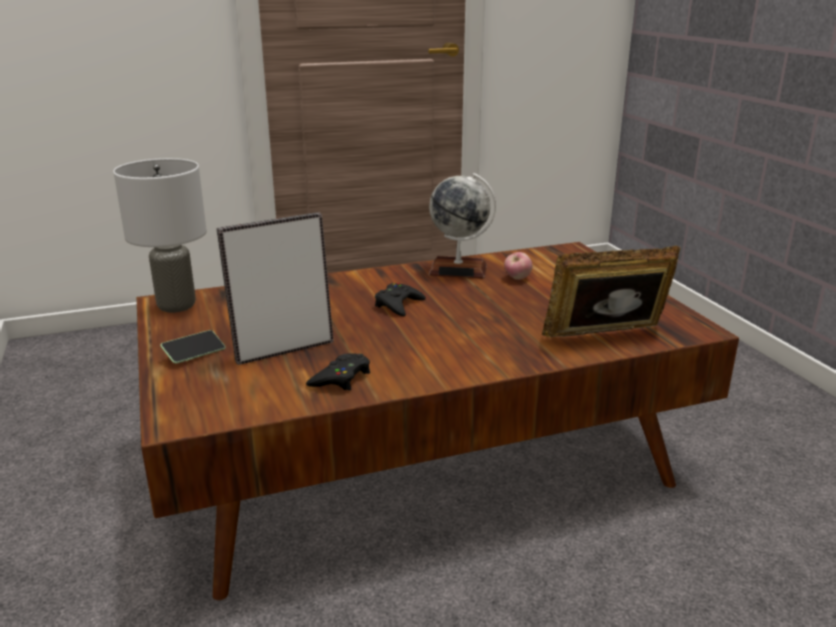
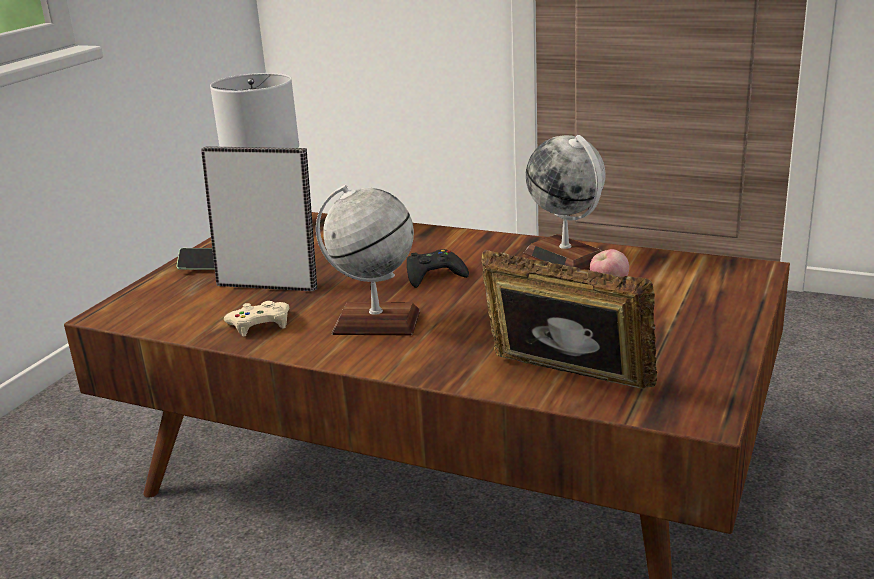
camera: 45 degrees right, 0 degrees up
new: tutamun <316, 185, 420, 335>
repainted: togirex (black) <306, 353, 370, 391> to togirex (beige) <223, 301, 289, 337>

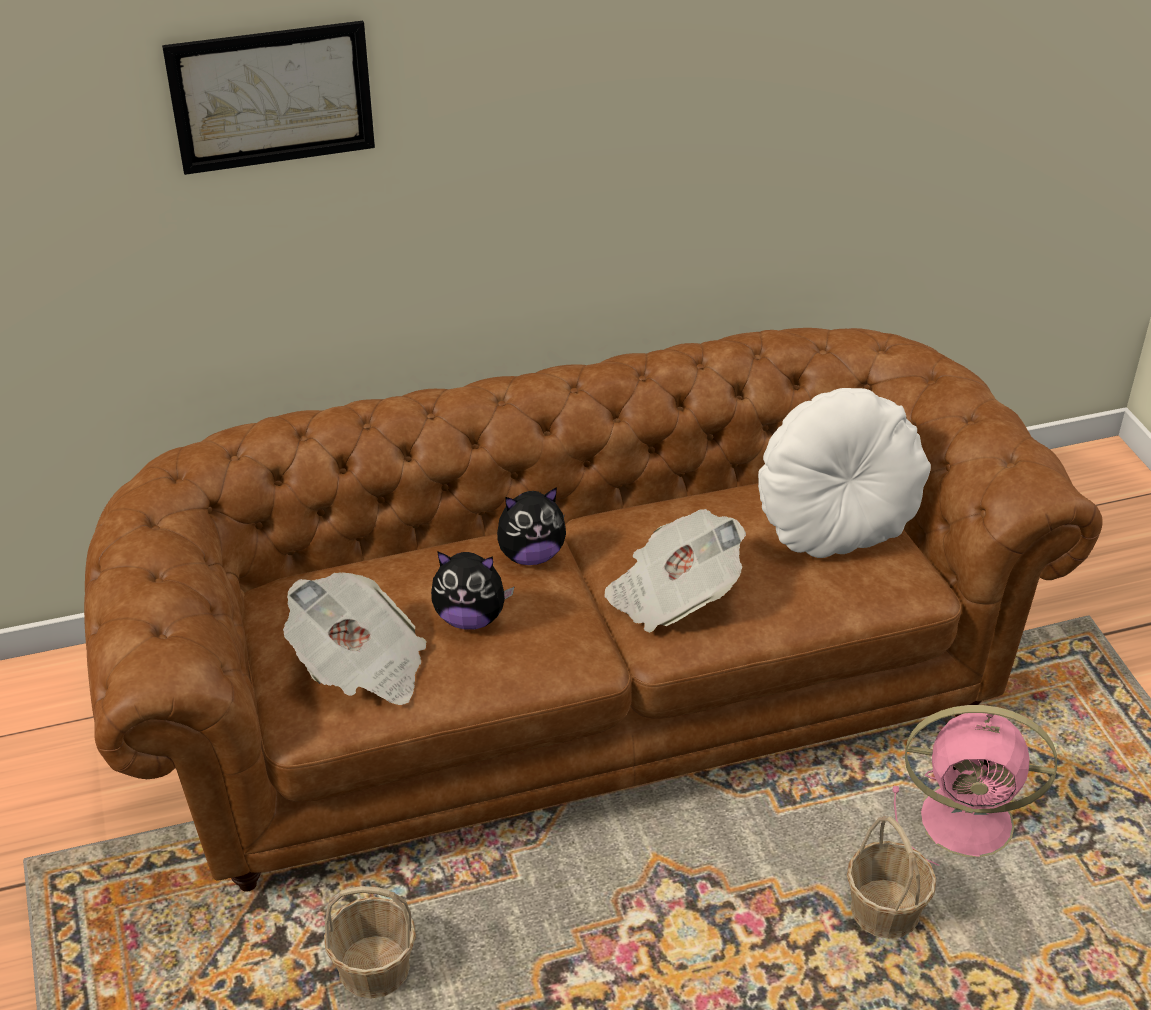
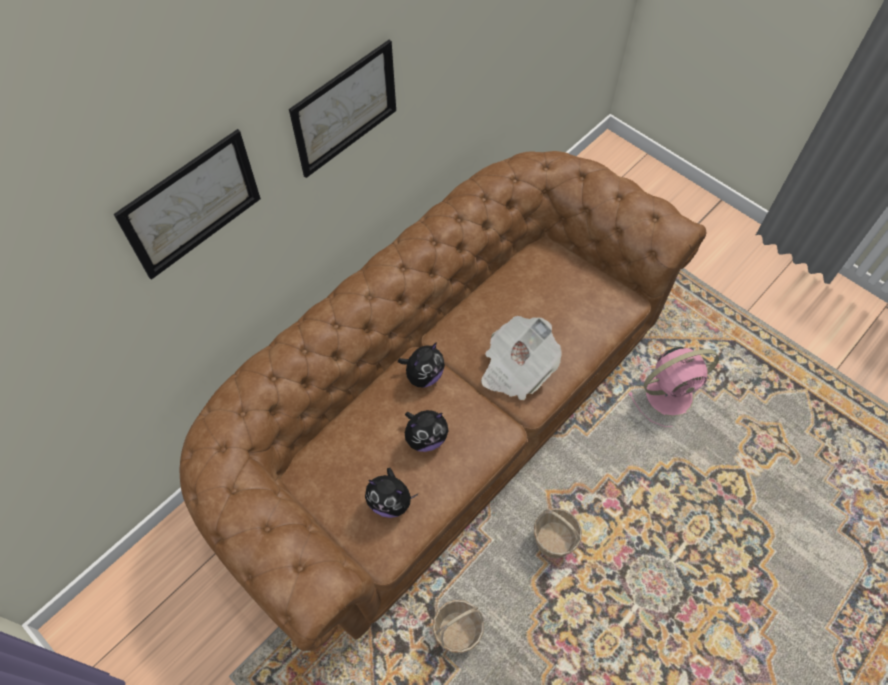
camera: 30 degrees left, 20 degrees up
gone: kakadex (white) <758, 388, 931, 558>
new: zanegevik <289, 40, 396, 178>
shifted: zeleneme <847, 816, 936, 939> to <534, 508, 582, 559>
swapped: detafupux <283, 573, 427, 705> to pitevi <365, 468, 418, 518>

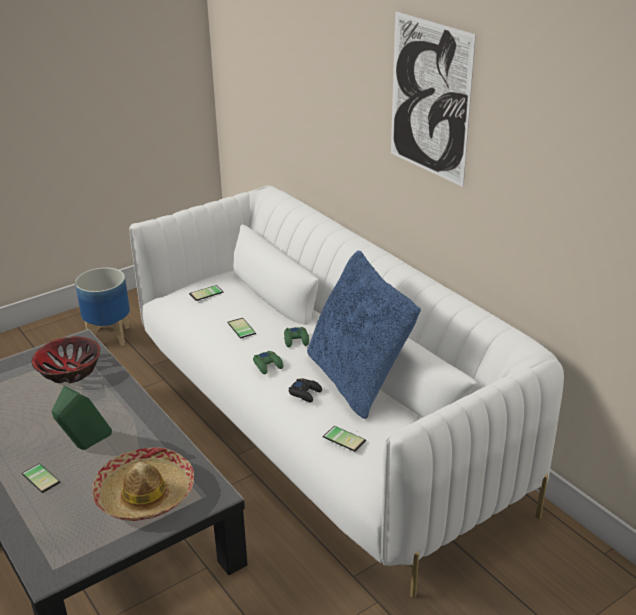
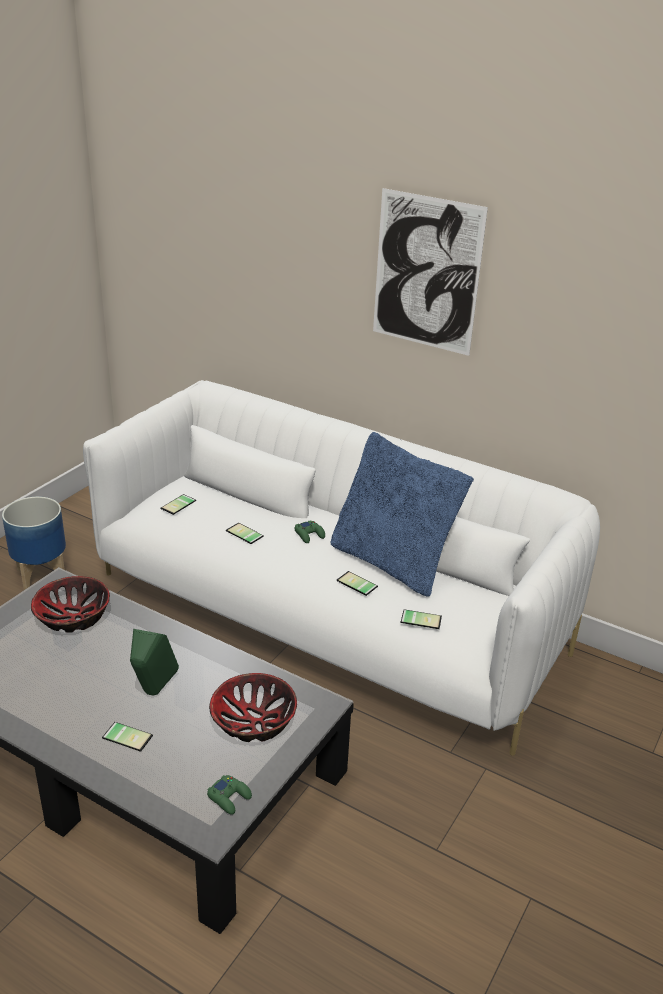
camera: 25 degrees left, 0 degrees up
shifted: togirex (green) <253, 351, 283, 374> to <207, 775, 252, 815>
swapped: togirex (black) <288, 378, 322, 402> to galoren <337, 571, 378, 596>; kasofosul <92, 447, 194, 521> to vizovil <209, 673, 297, 742>

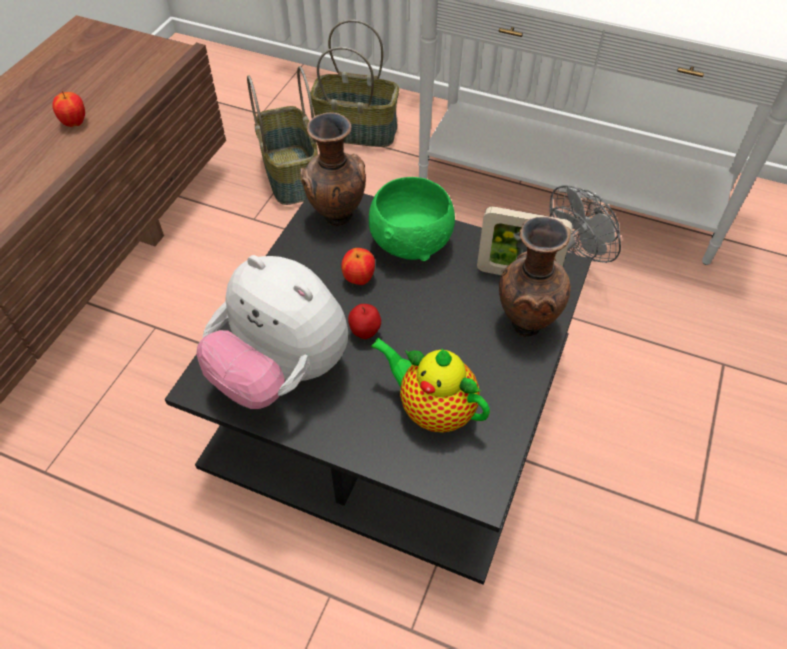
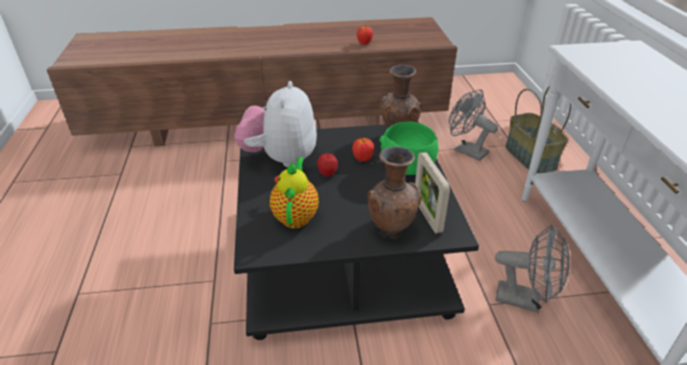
camera: 60 degrees right, 15 degrees down
swapped: zeleneme <247, 66, 318, 205> to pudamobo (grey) <449, 89, 498, 161>

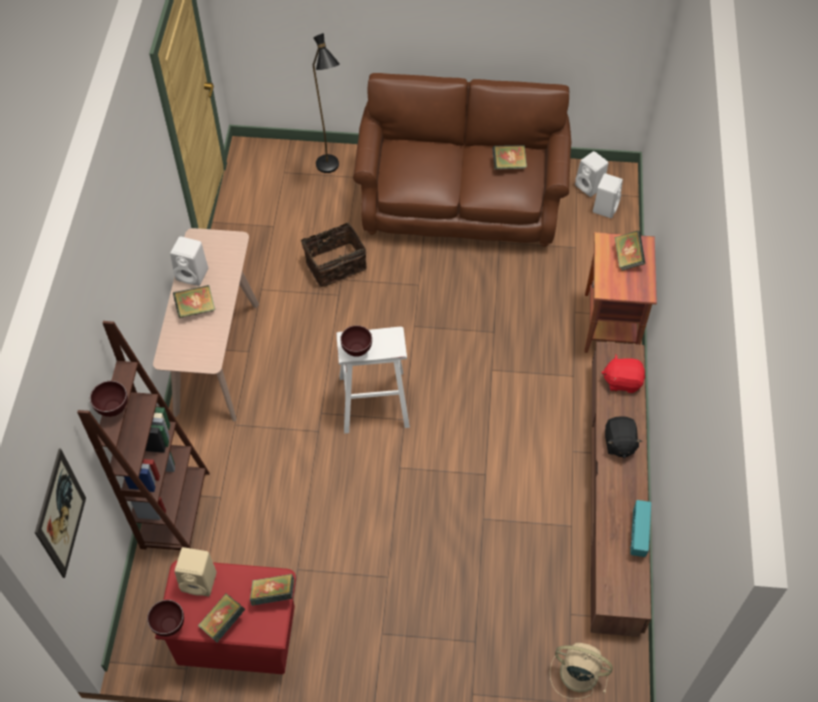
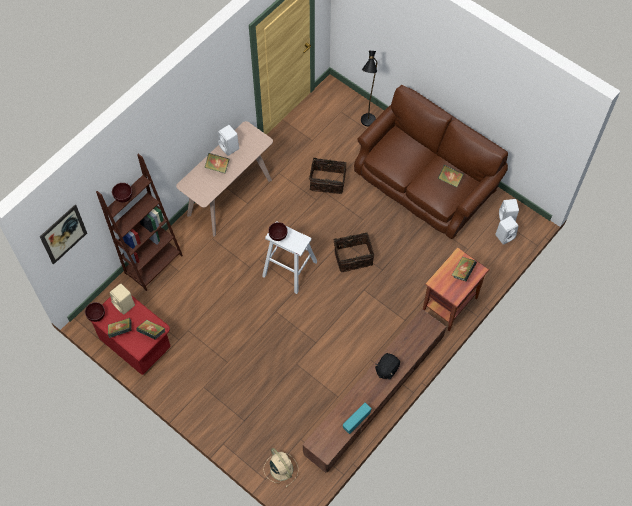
camera: 35 degrees right, 5 degrees up
gone: pitevi (red) <601, 354, 645, 393>
new: zeleneme <333, 232, 374, 272>

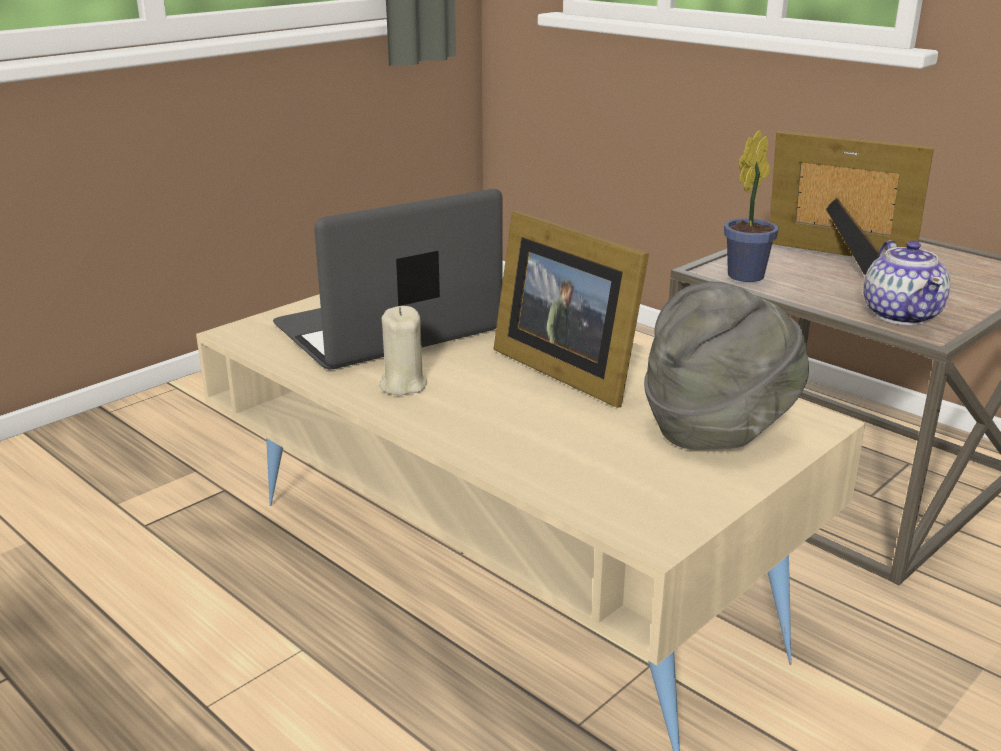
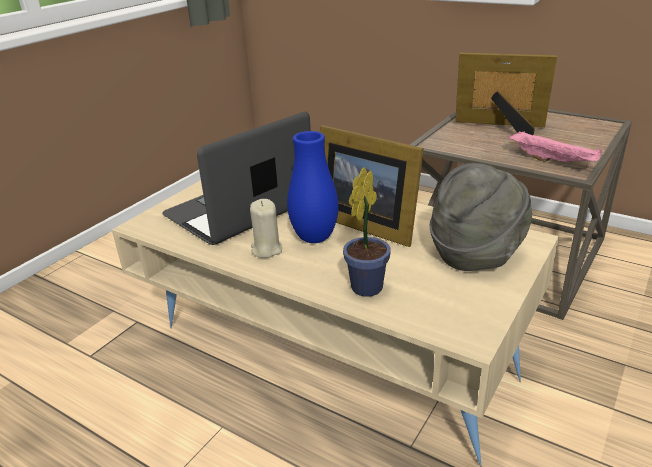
camera: 10 degrees left, 5 degrees up
new: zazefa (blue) <287, 131, 339, 243>
shifted: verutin <724, 130, 779, 282> to <343, 167, 391, 297>
swapped: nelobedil <863, 240, 950, 325> to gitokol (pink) <509, 131, 602, 162>

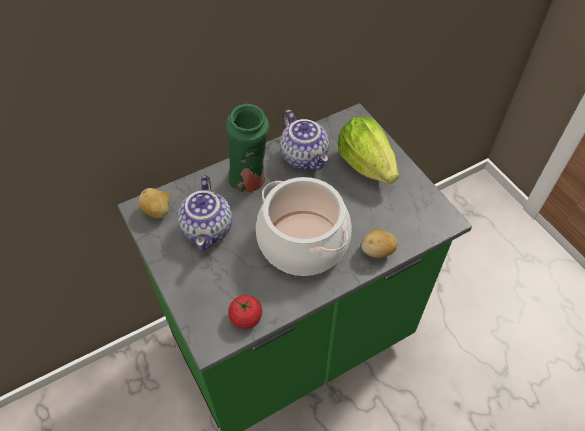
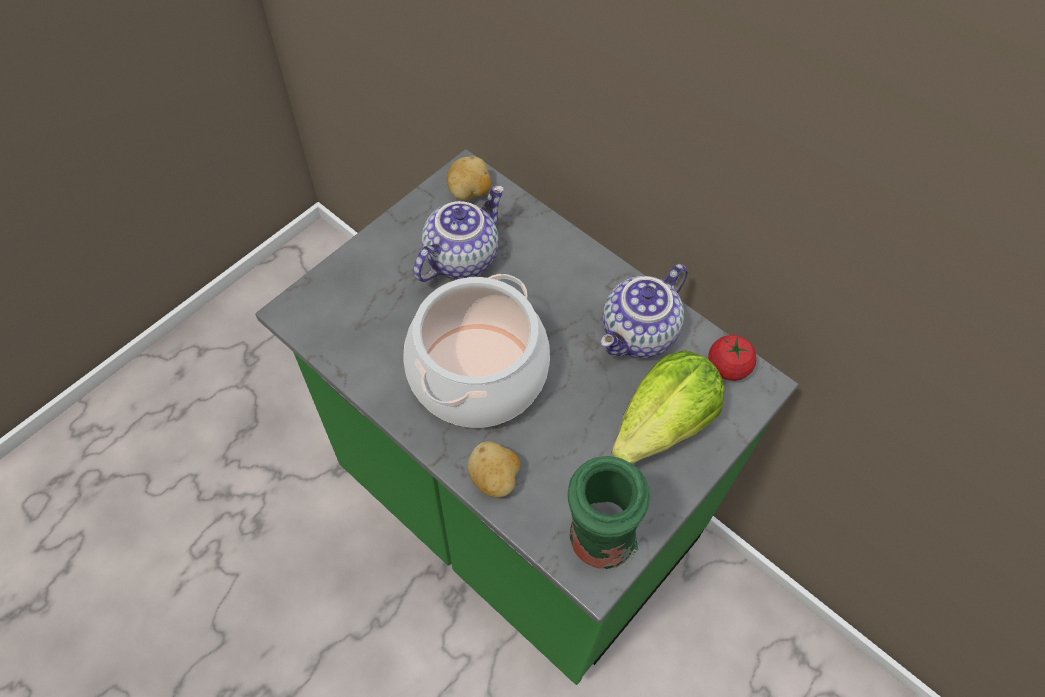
camera: 70 degrees right, 5 degrees up
shifted: zazefa (green) <226, 104, 269, 192> to <568, 456, 651, 569>; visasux <228, 295, 262, 329> to <709, 335, 756, 381>
rotated: nelobedil <178, 175, 232, 250> = <413, 185, 504, 282> 150 degrees clockwise

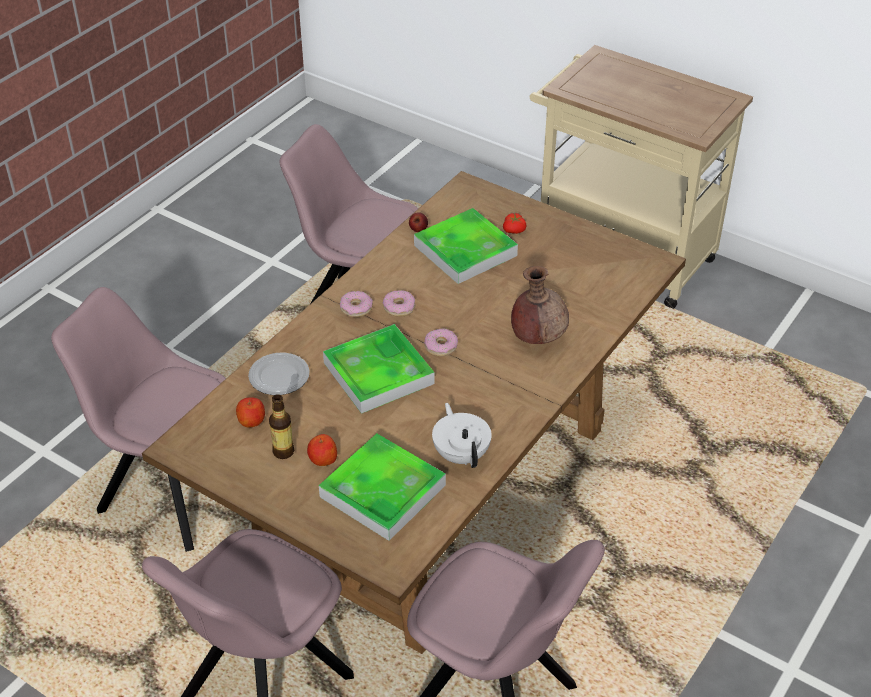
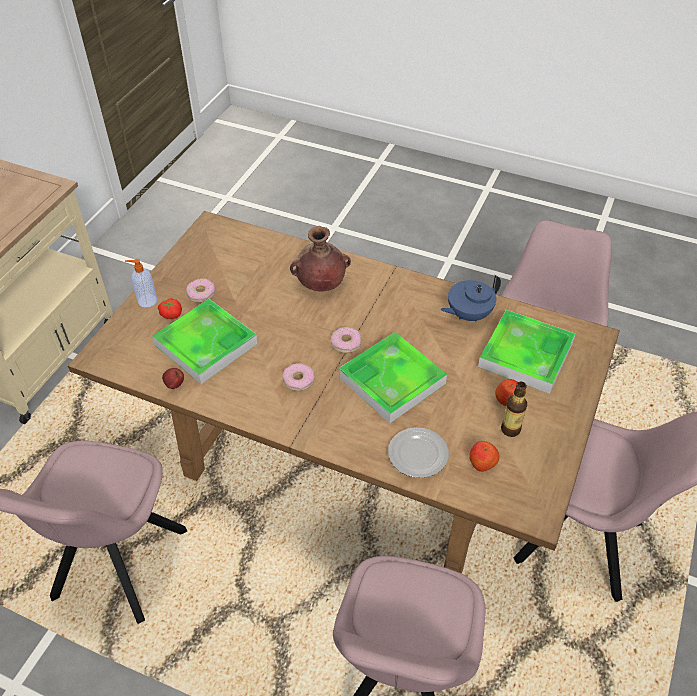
camera: 100 degrees left, 5 degrees up
new: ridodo <125, 259, 157, 307>
shifted: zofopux <340, 291, 373, 317> to <186, 278, 215, 303>
repainted: nelobedil (white) <432, 403, 492, 468> to nelobedil (blue) <441, 275, 501, 321>

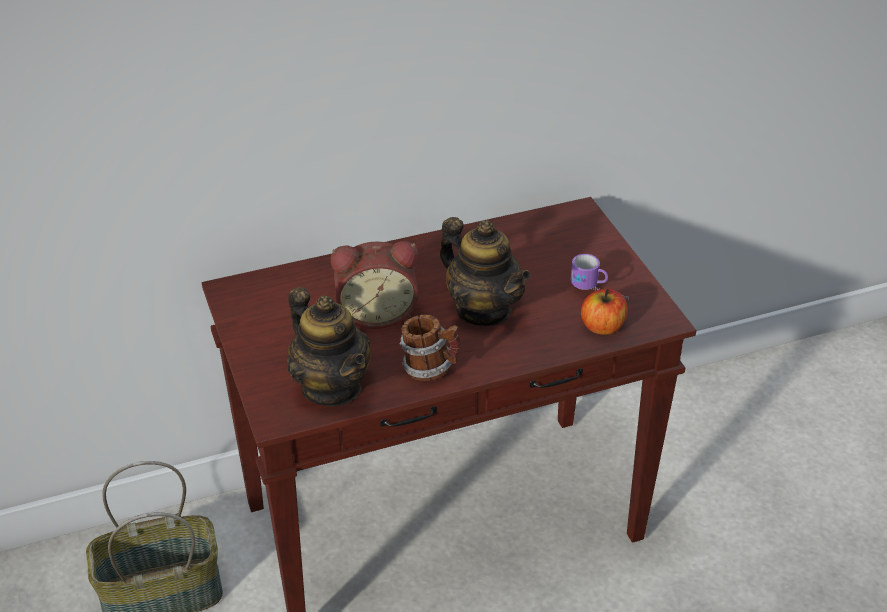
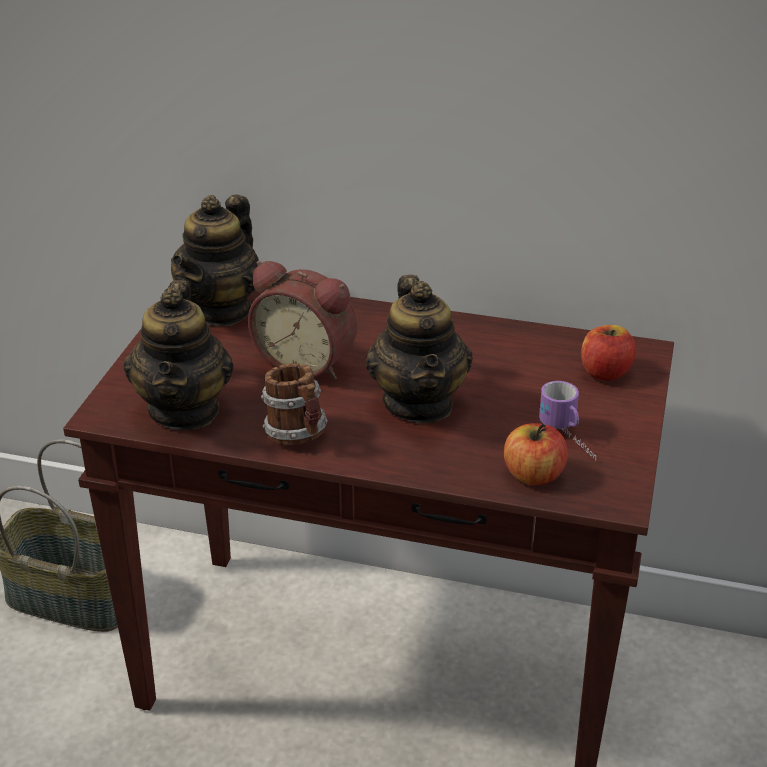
camera: 35 degrees right, 5 degrees down
new: nelobedil <171, 194, 259, 326>; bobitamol <581, 325, 636, 381>

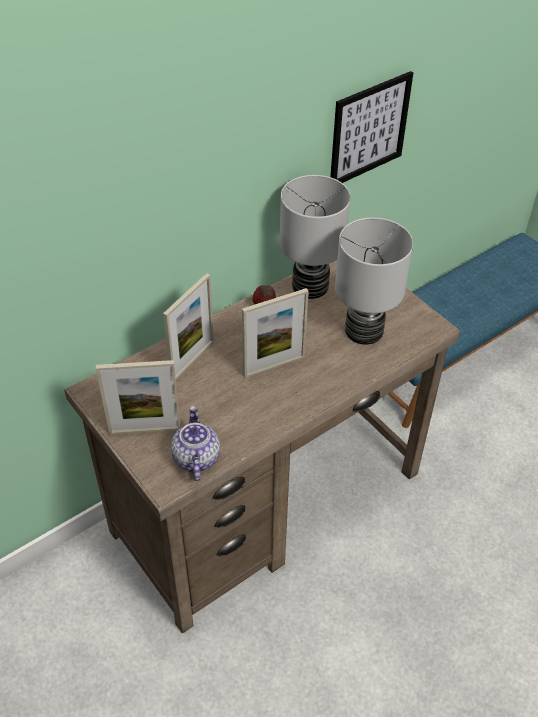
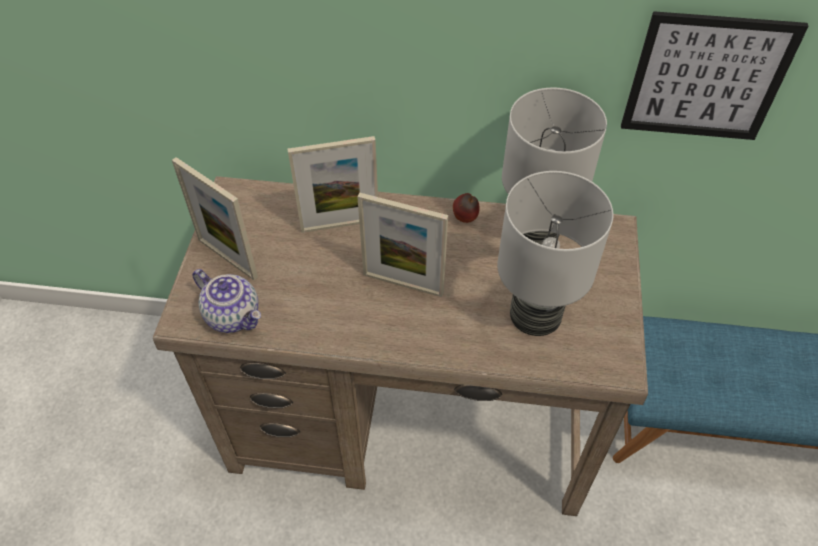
camera: 45 degrees right, 5 degrees up
rotated: nelobedil <171, 406, 220, 481> = <192, 269, 261, 333> 90 degrees clockwise

